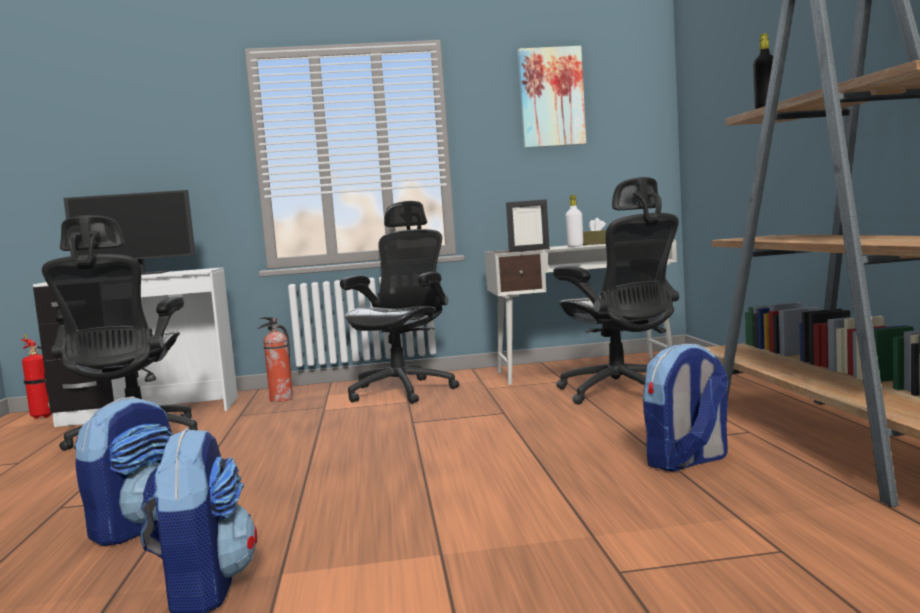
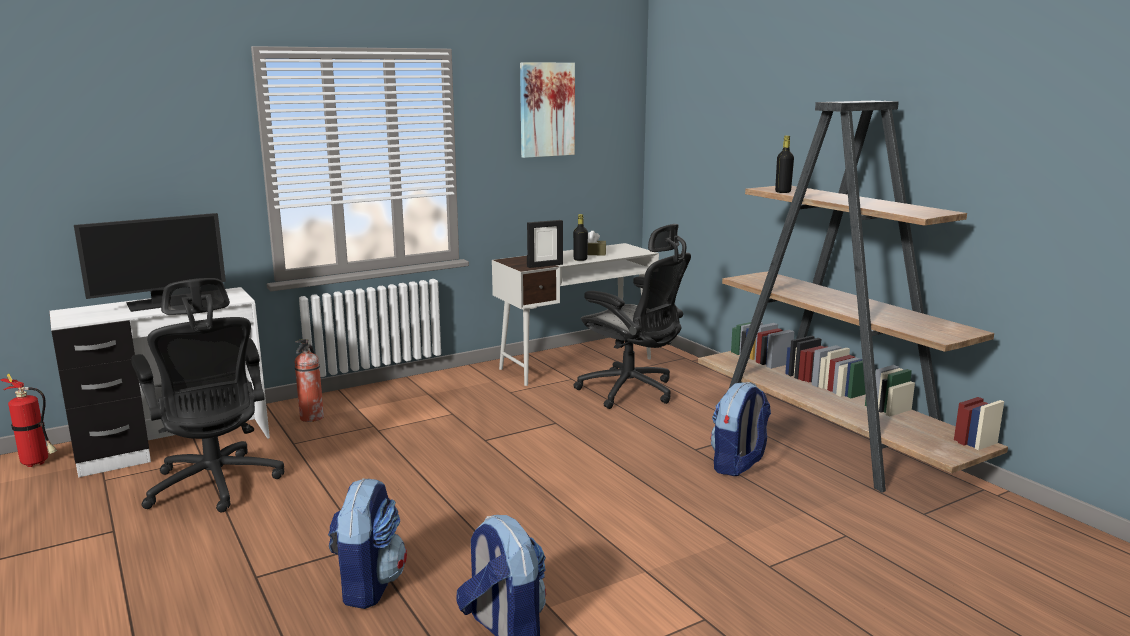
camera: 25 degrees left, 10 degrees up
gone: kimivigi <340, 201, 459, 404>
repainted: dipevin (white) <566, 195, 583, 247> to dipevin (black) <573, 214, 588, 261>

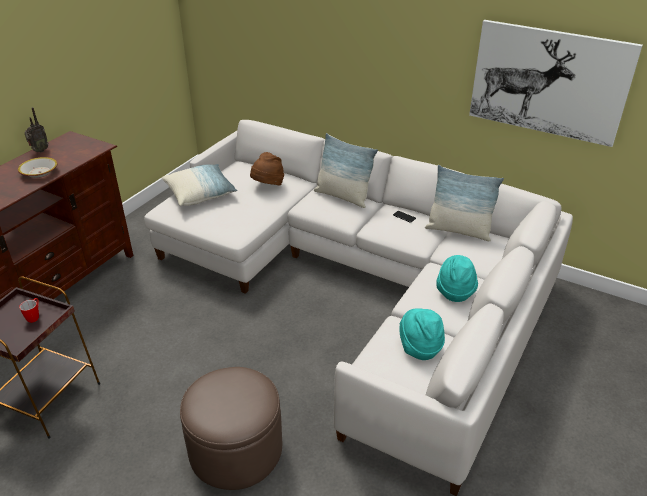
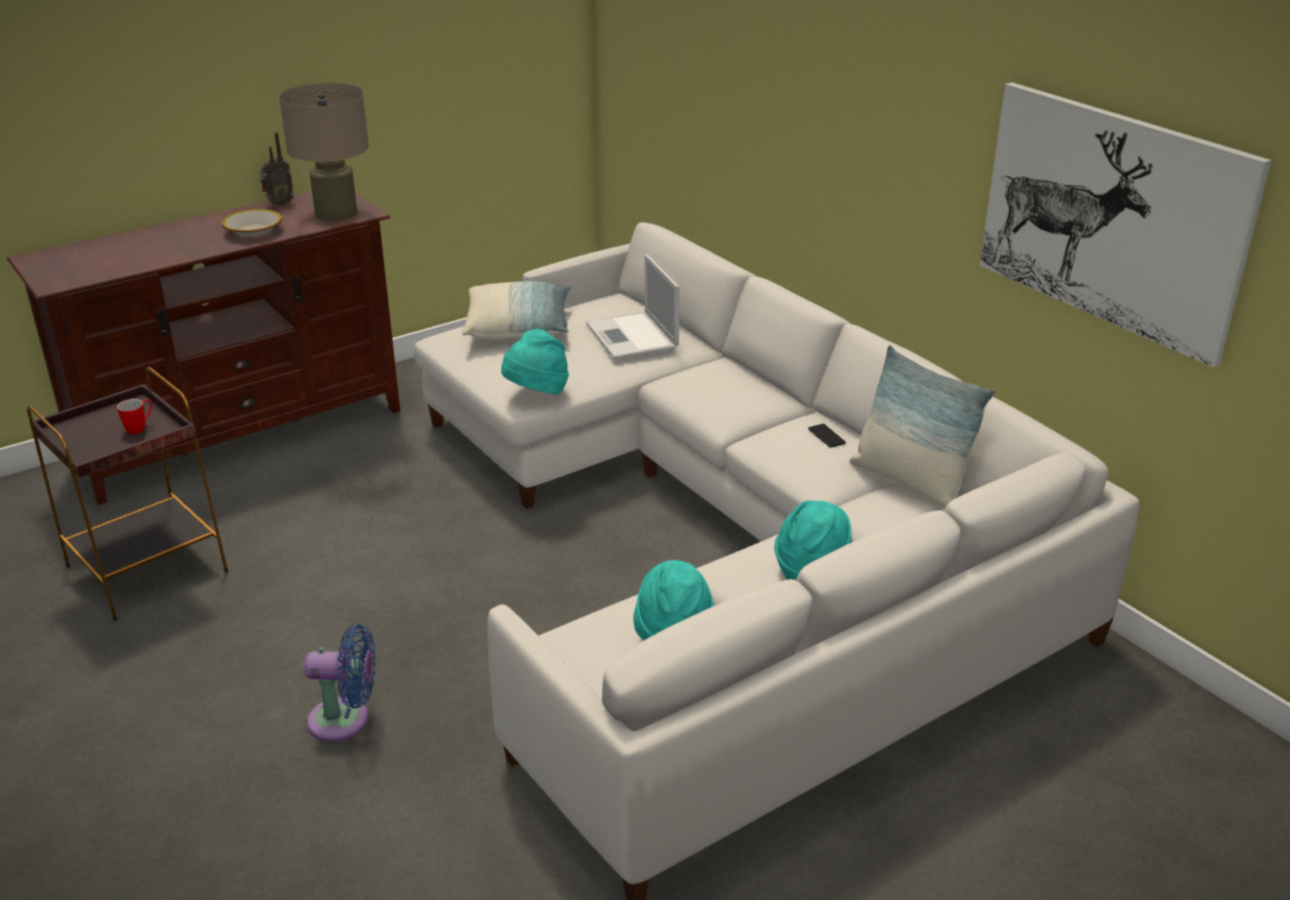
camera: 25 degrees right, 5 degrees down
gone: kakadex <314, 133, 378, 208>
new: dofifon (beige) <279, 83, 369, 221>; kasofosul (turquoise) <501, 329, 569, 395>
swapped: kasofosul (brown) <250, 152, 284, 186> to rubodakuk <586, 254, 680, 360>; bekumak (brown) <180, 367, 282, 490> to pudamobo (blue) <304, 624, 375, 742>

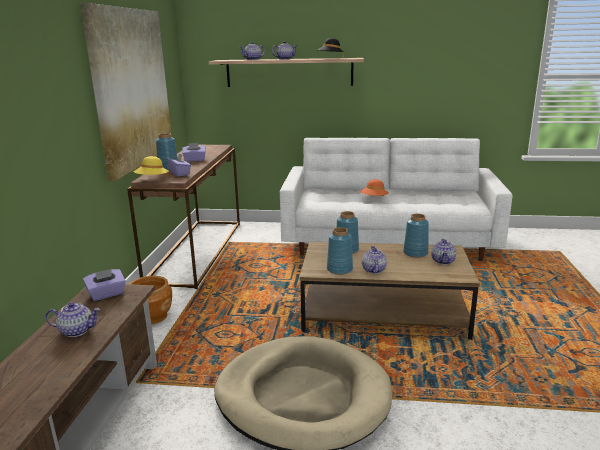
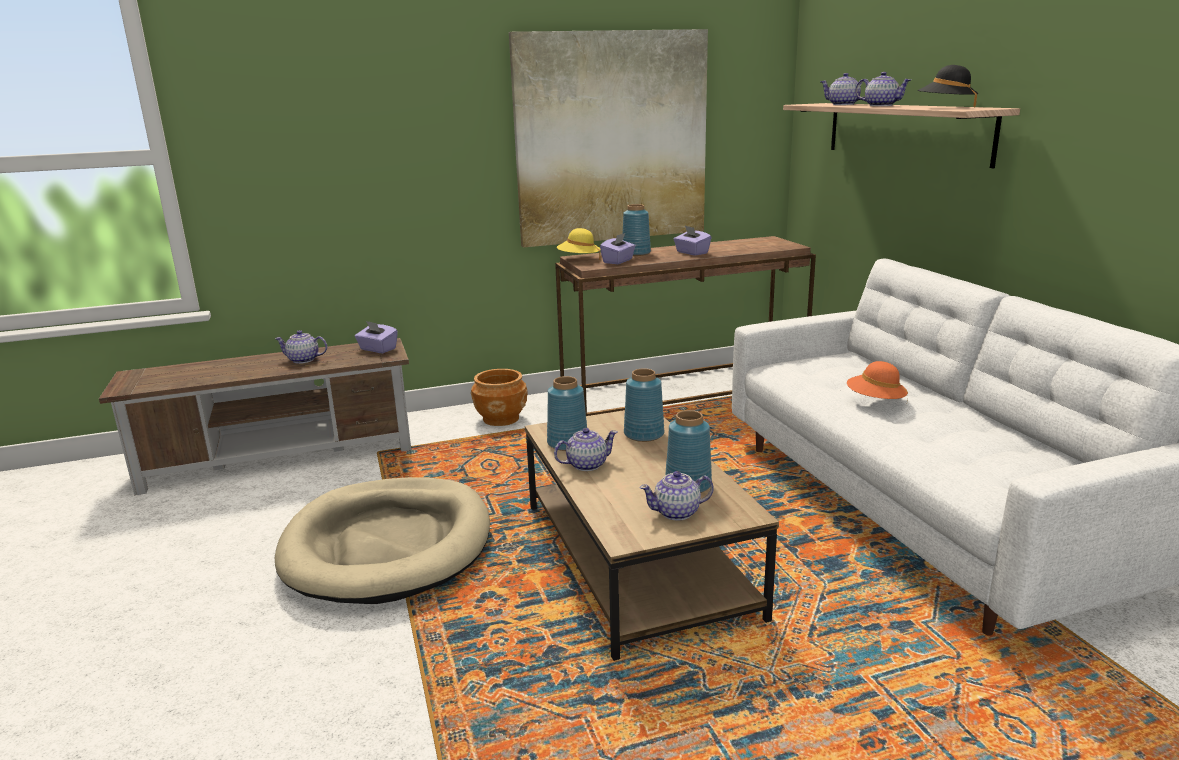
camera: 65 degrees right, 0 degrees up
rotated: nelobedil <46, 302, 100, 337> = <275, 330, 327, 364> 120 degrees clockwise

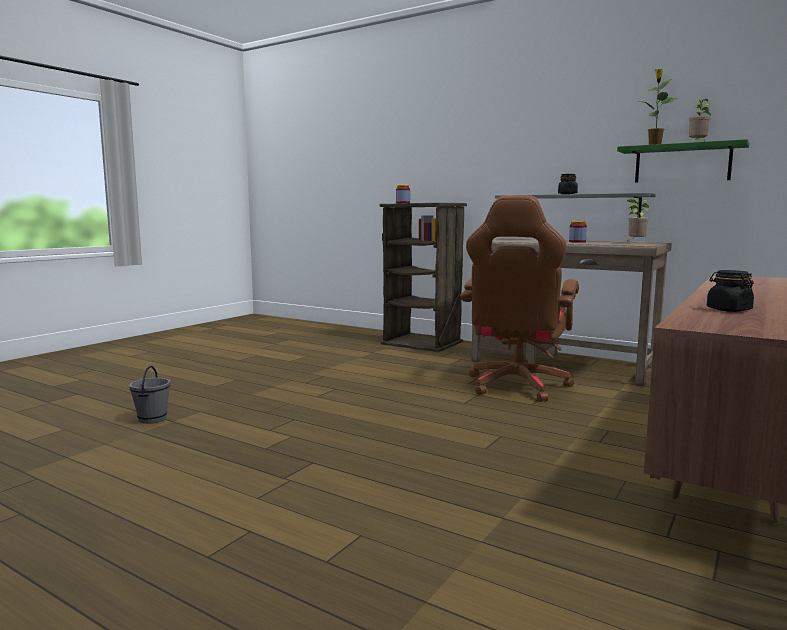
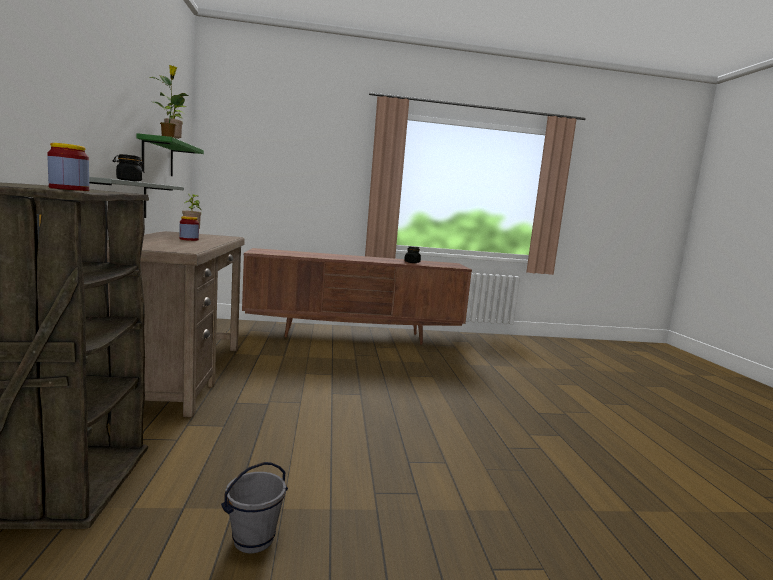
camera: 130 degrees left, 0 degrees up
gone: kimivigi (brown) <460, 195, 579, 402>
shifted: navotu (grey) <129, 365, 171, 424> to <221, 462, 288, 553>

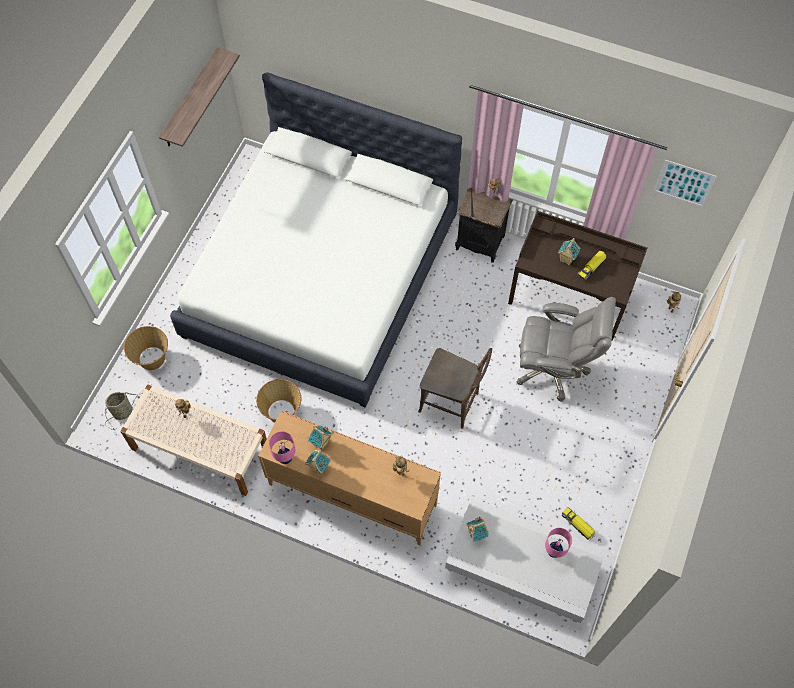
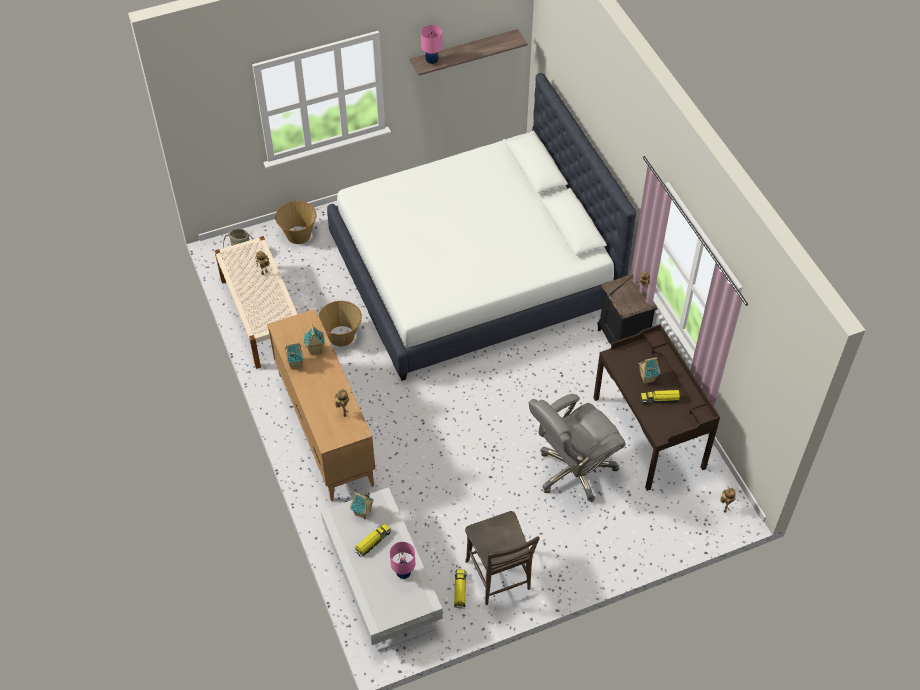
camera: 45 degrees right, 10 degrees down
gone: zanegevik <654, 160, 717, 207>
new: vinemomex <354, 523, 391, 556>
shifted: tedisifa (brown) <418, 348, 492, 429> to <465, 511, 540, 605>; dofifon (pink) <269, 431, 296, 464> to <421, 25, 442, 64>
rotated: kimivigi (grey) <517, 297, 616, 402> = <529, 394, 626, 502> 90 degrees clockwise

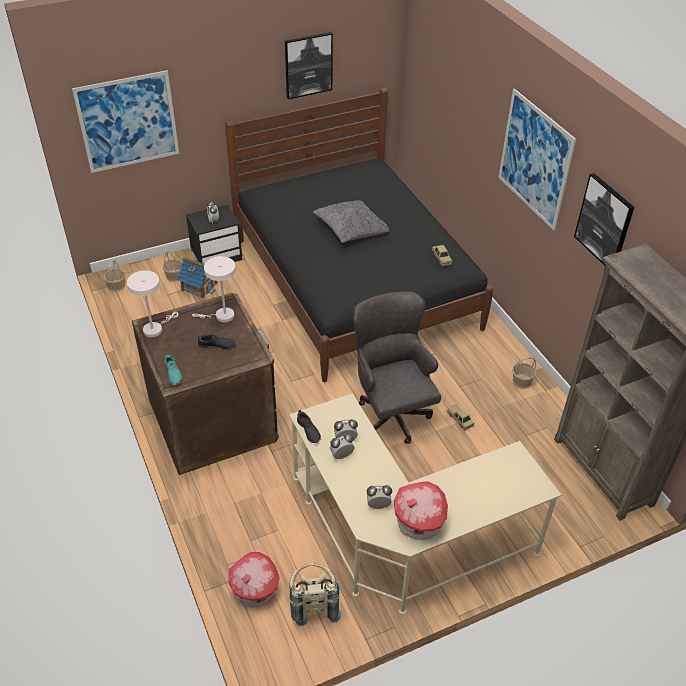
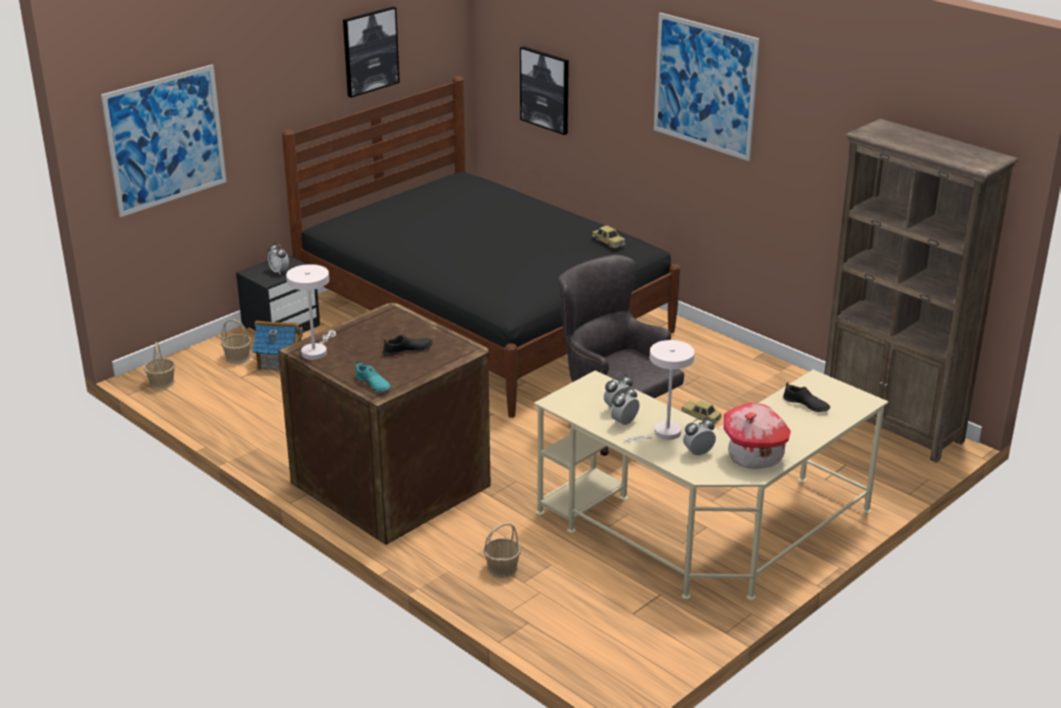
camera: 20 degrees left, 15 degrees down
gone: kakadex (grey) <313, 200, 389, 243>; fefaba <228, 552, 280, 607>; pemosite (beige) <290, 563, 341, 626>
shifted: zanegevik <574, 173, 634, 266> to <520, 46, 569, 135>; dofifon (white) <192, 256, 236, 322> to <624, 340, 695, 442>; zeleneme <512, 357, 536, 389> to <484, 523, 521, 578>; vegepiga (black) <297, 410, 321, 443> to <783, 382, 830, 412>

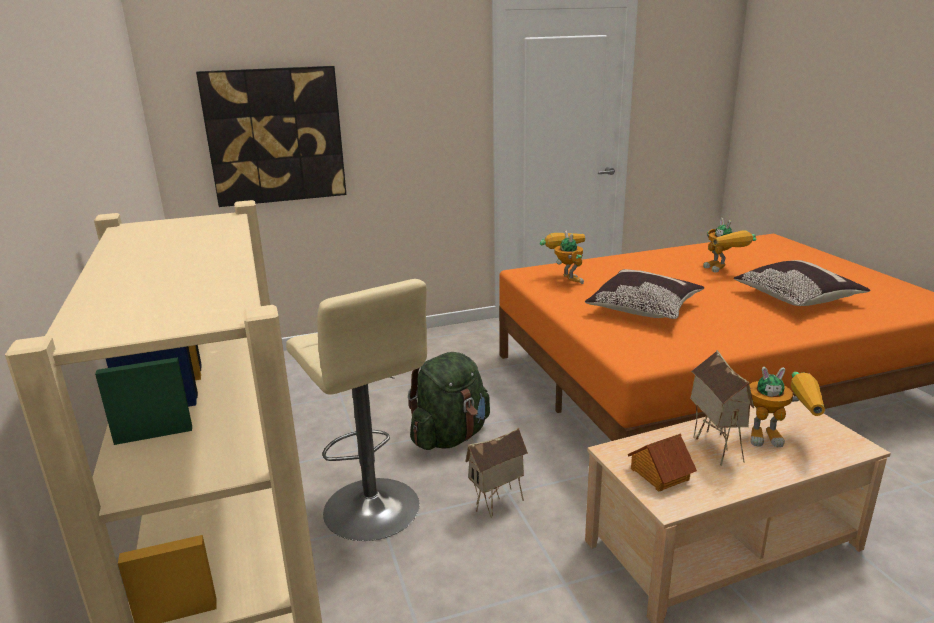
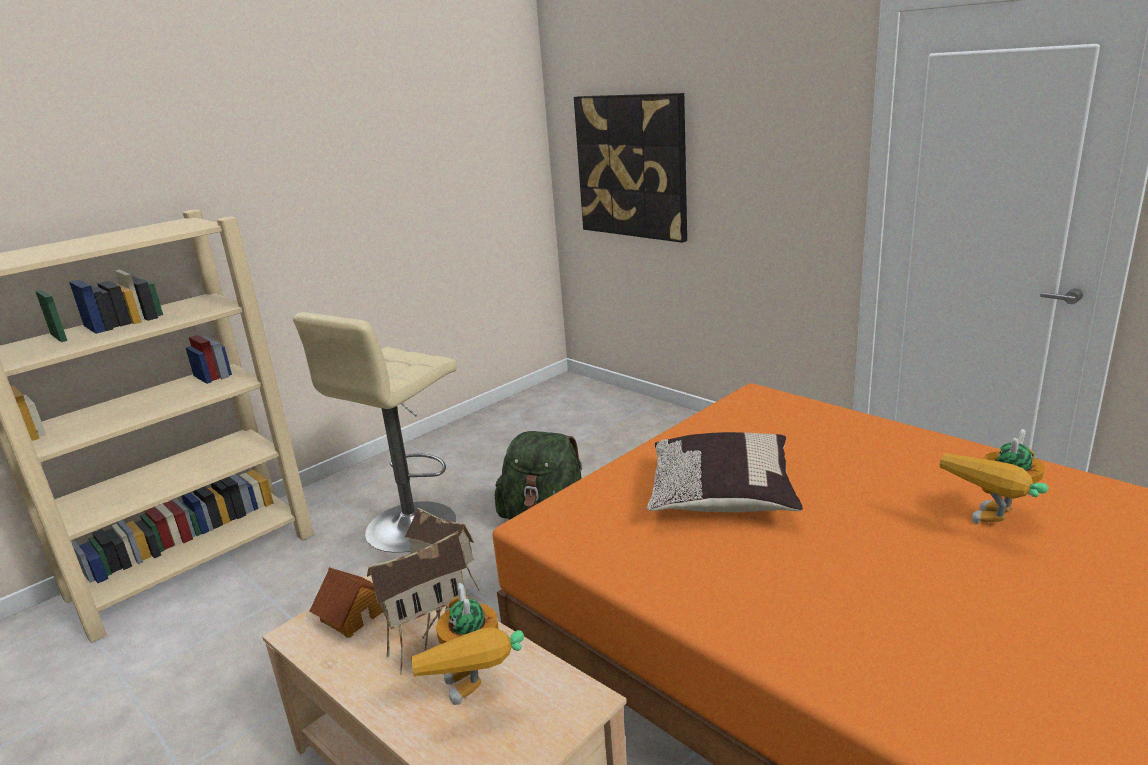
camera: 65 degrees right, 0 degrees up
gone: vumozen <540, 230, 585, 284>; kakadex <734, 260, 870, 306>

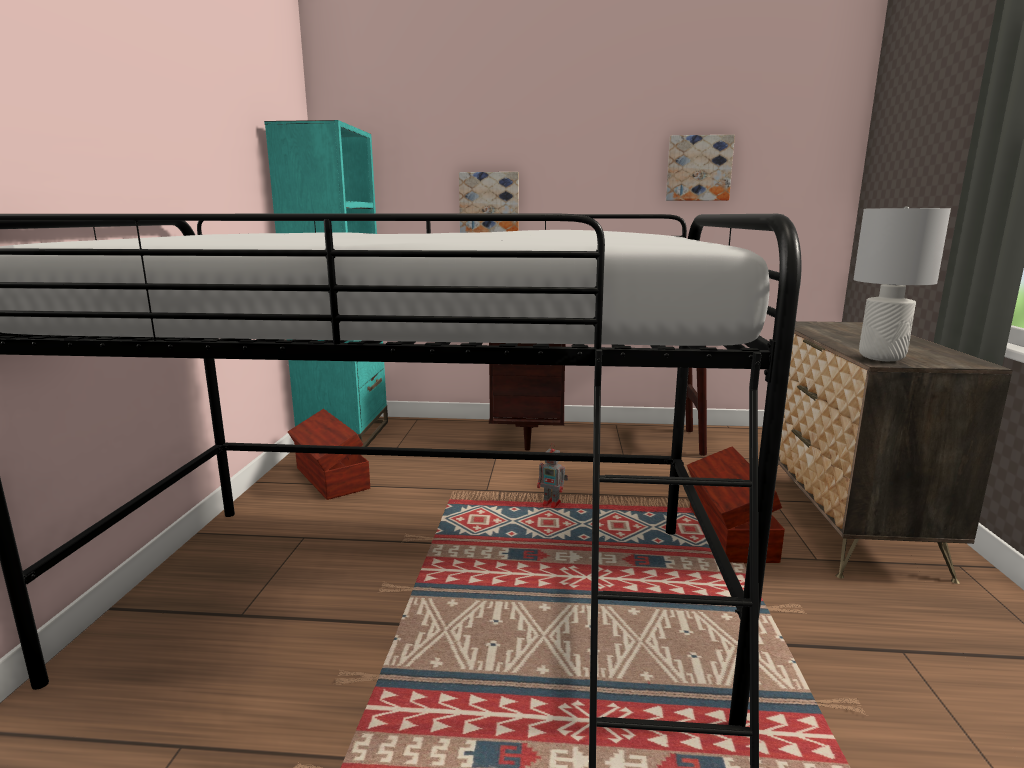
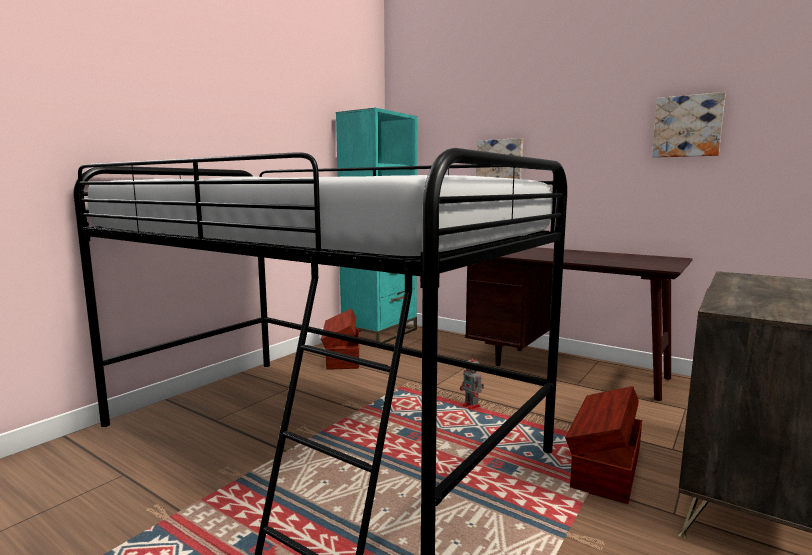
camera: 30 degrees right, 5 degrees down
gone: dofifon (grey) <853, 206, 951, 361>

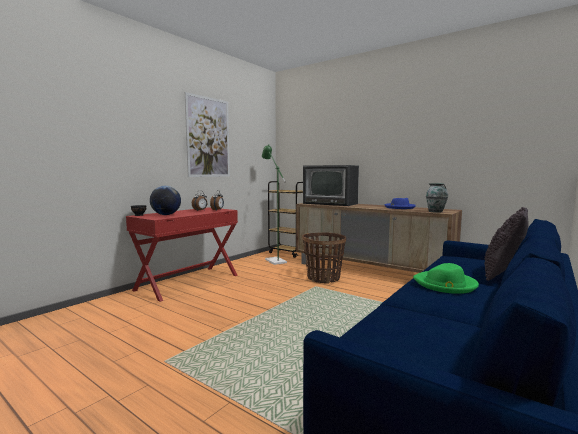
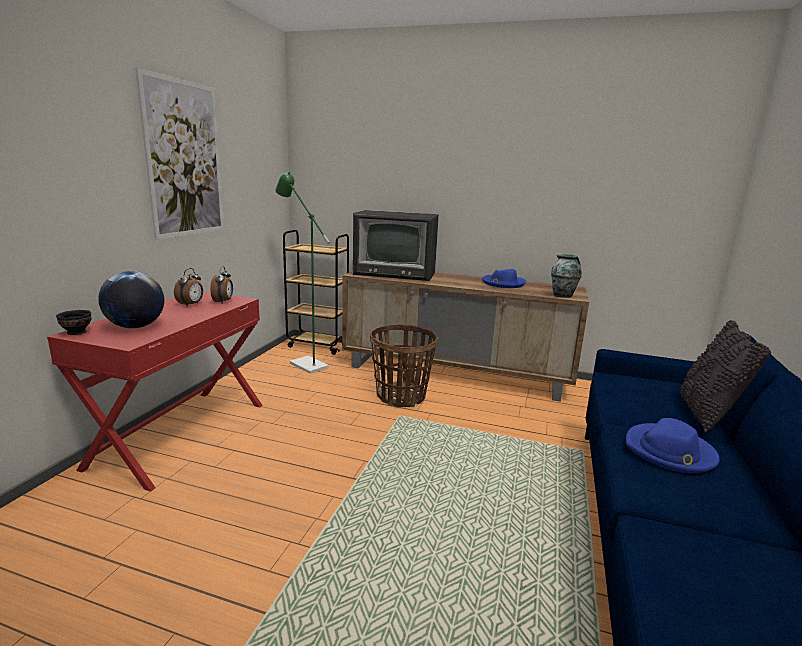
camera: 20 degrees left, 10 degrees up
repainted: kasofosul (green) <413, 263, 479, 294> to kasofosul (blue) <626, 418, 720, 473>

